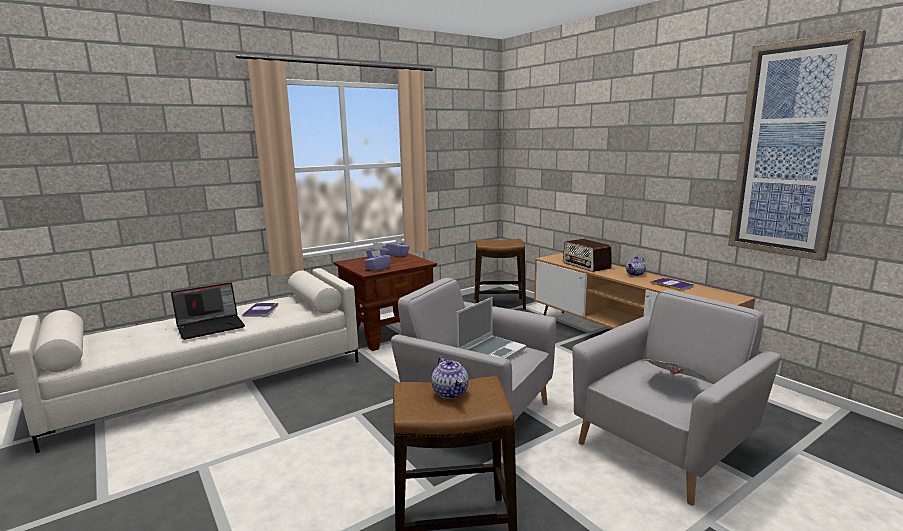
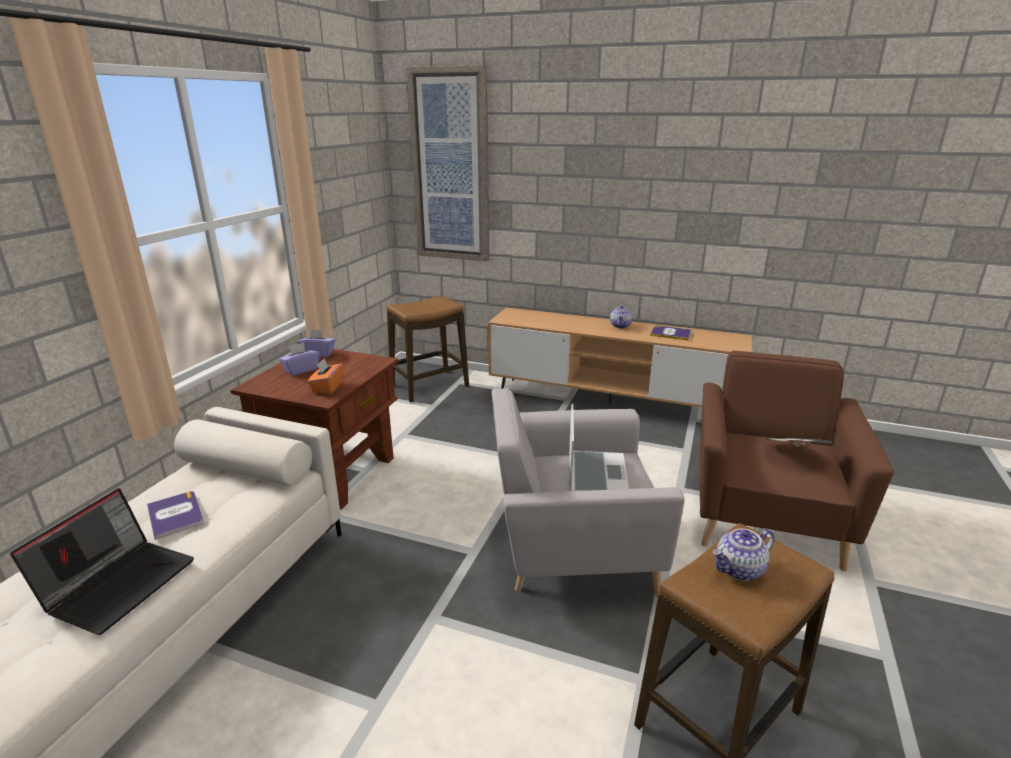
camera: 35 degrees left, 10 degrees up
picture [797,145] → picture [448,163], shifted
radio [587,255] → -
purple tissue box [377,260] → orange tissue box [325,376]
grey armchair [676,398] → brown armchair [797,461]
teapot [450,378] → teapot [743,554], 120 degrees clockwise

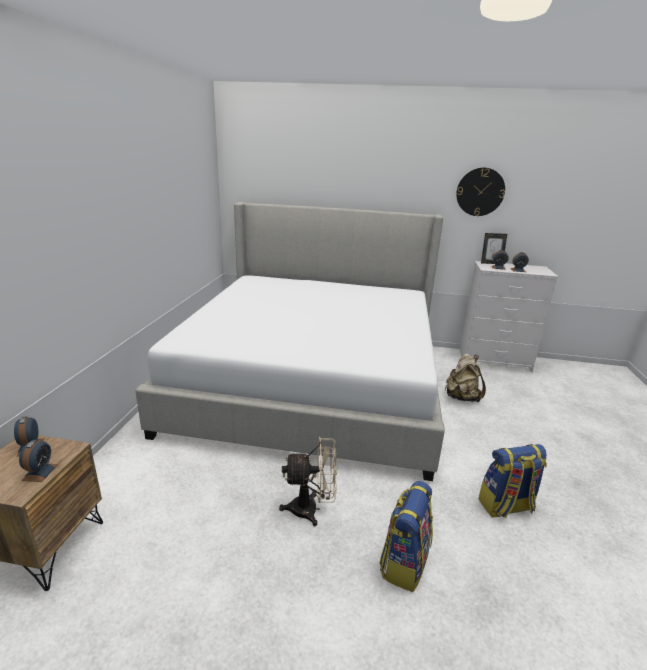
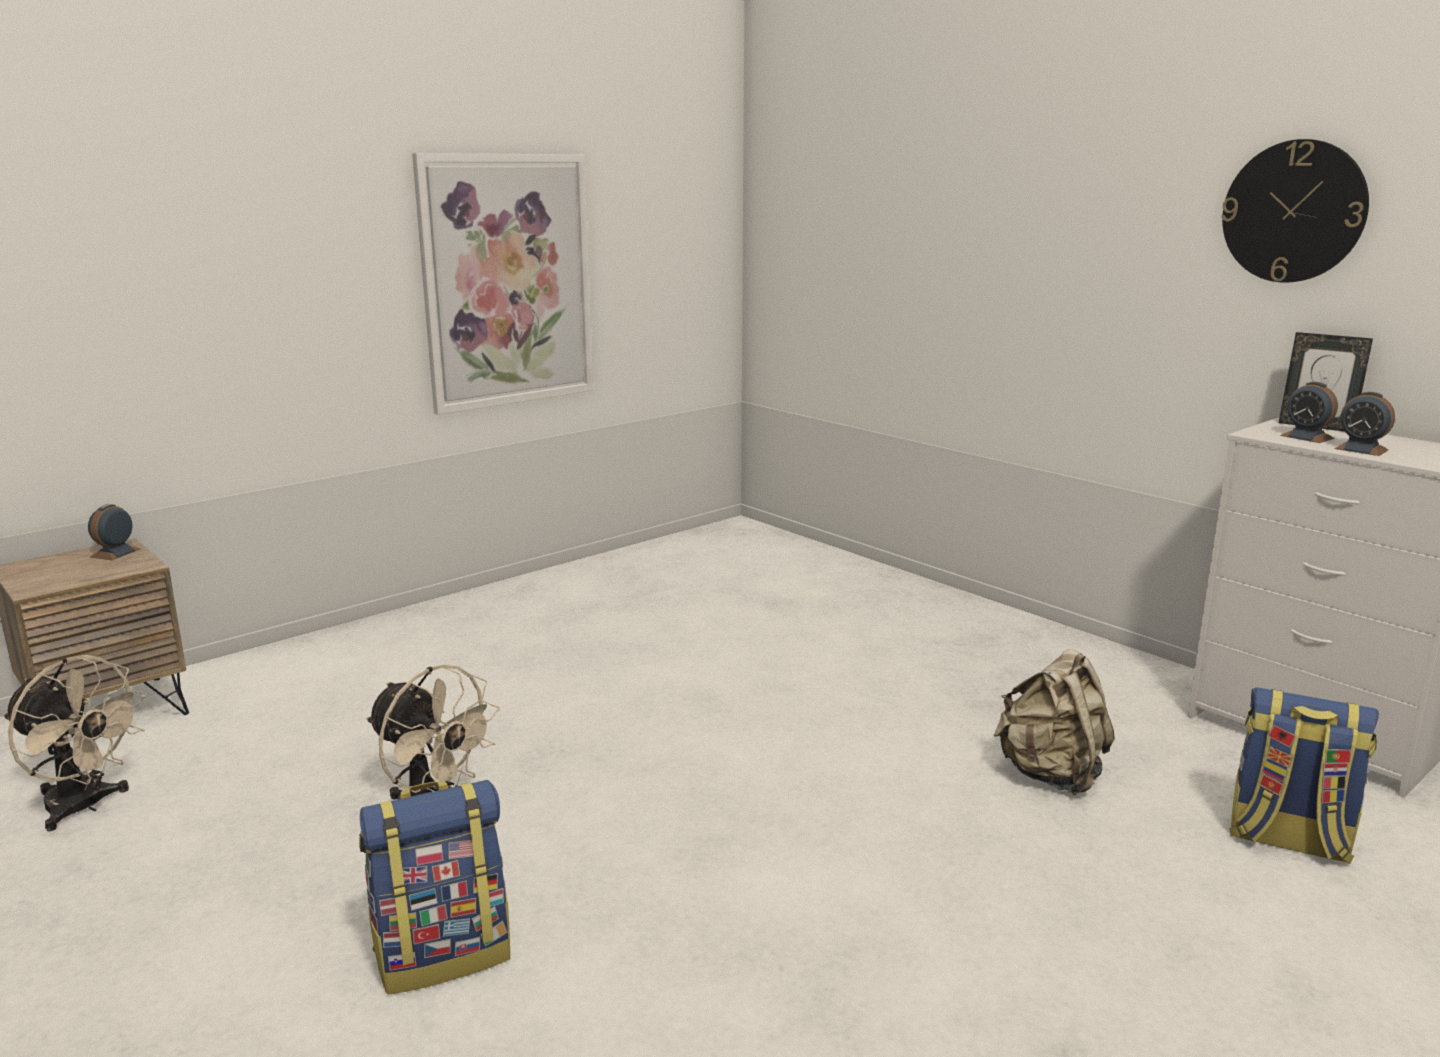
camera: 40 degrees right, 5 degrees down
bed [290,341] → -
alarm clock [38,461] → -
backpack [512,481] → backpack [1304,775], shifted
- → picture [502,284]
- → beige fan [75,743]

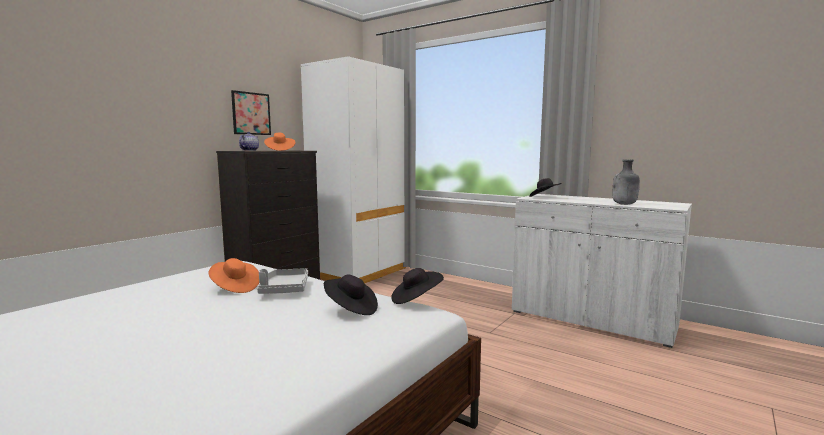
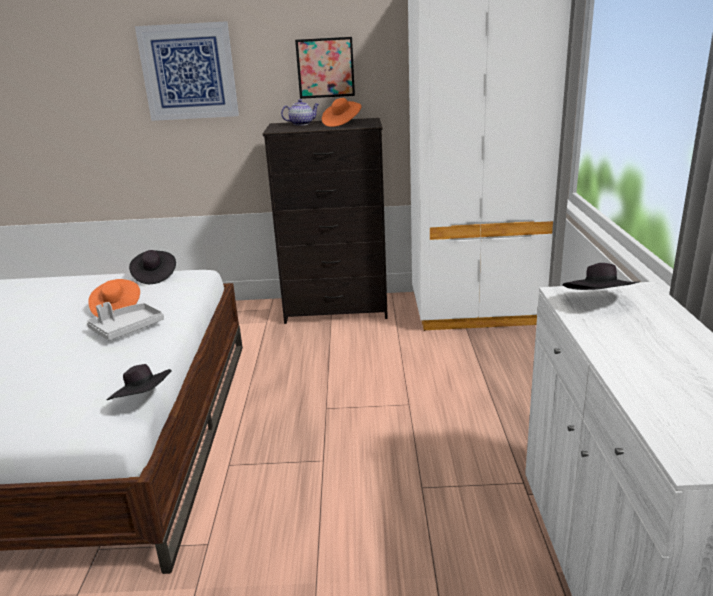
camera: 55 degrees right, 15 degrees up
grey bottle [626,182] → -
black hat [351,294] → black hat [152,267], shifted
- → picture [187,71]

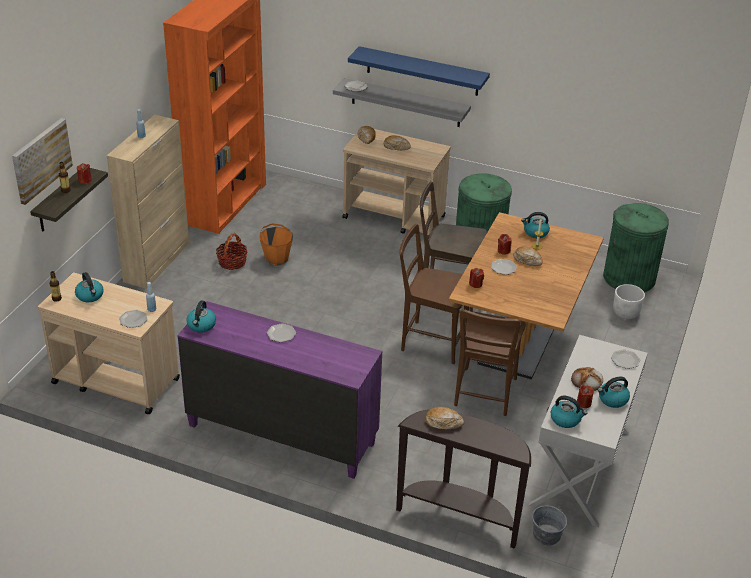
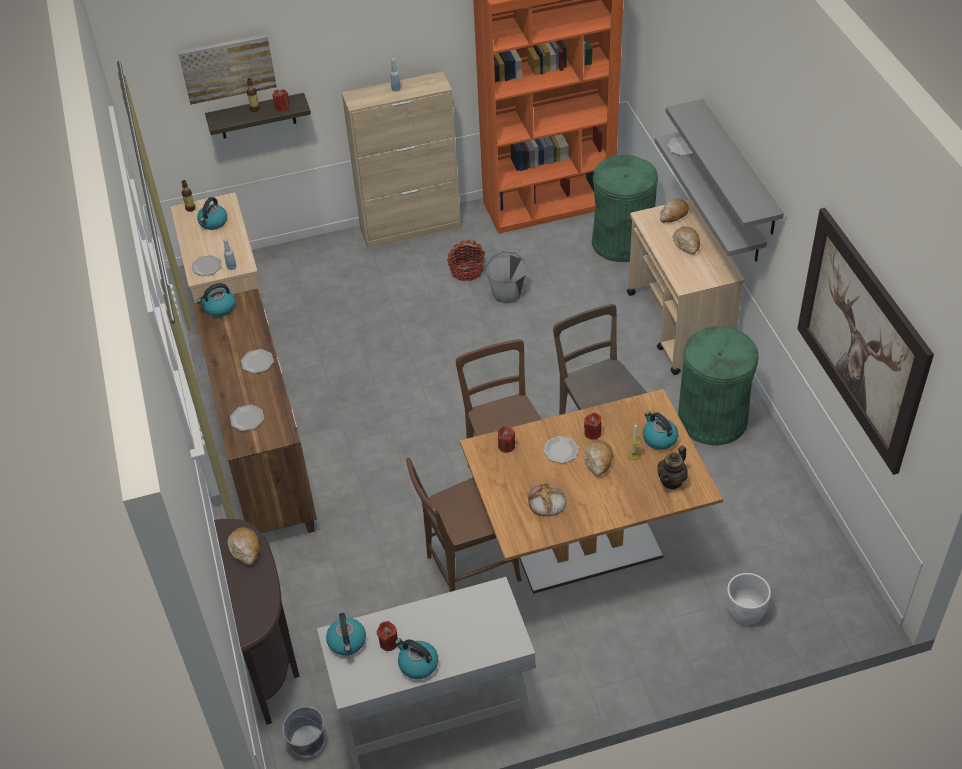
camera: 55 degrees right, 10 degrees up
blue shelf [419,71] → grey shelf [725,167]
green trash can [636,247] → green trash can [625,208], shifted
orange bucket [276,244] → grey bucket [506,277]
purple dresser [279,390] → brown dresser [255,411]
plate [625,359] → plate [247,418], shifted
bread [587,379] → bread [547,499], shifted
- → picture [865,341]
- → teapot [672,468]

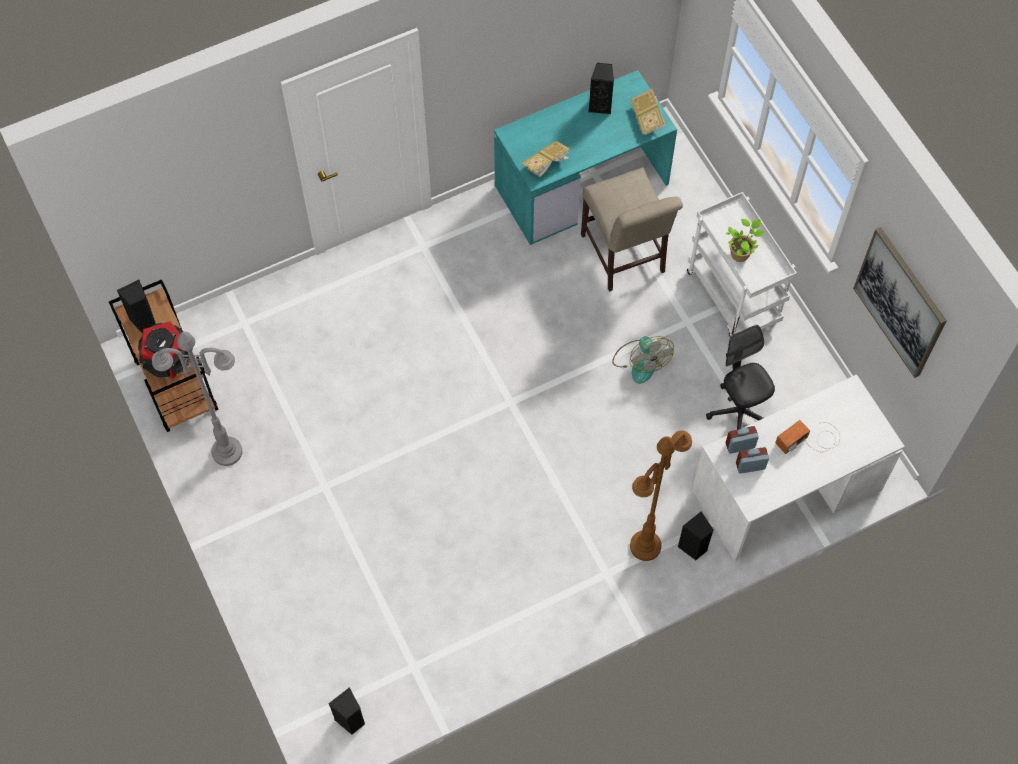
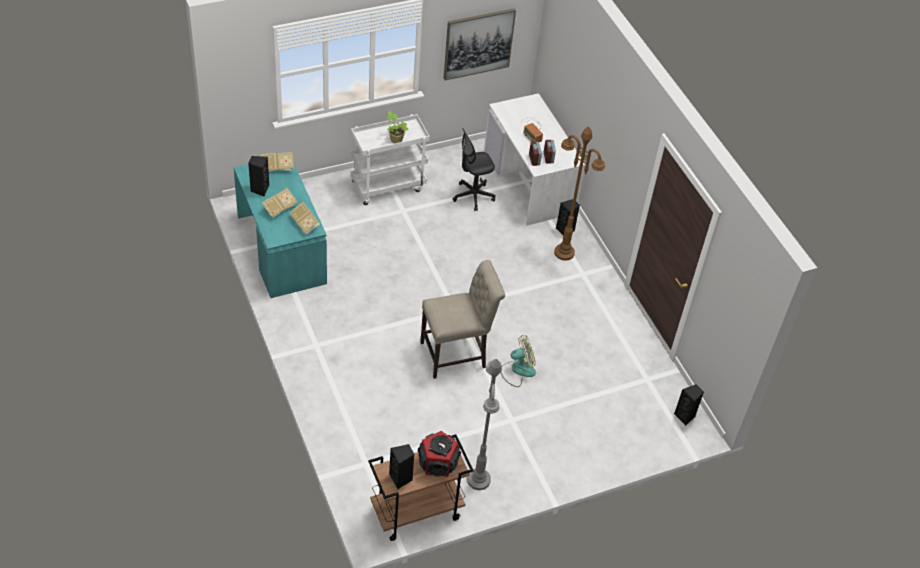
camera: 90 degrees left, 15 degrees down
beige chair [632,229] → beige chair [462,319], shifted
fan [643,360] → fan [518,361], shifted
- → book [279,203]

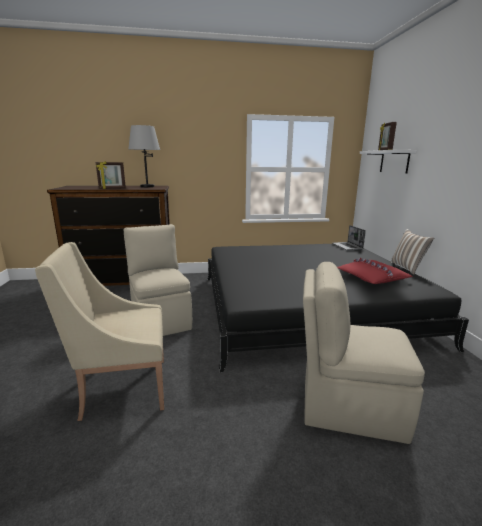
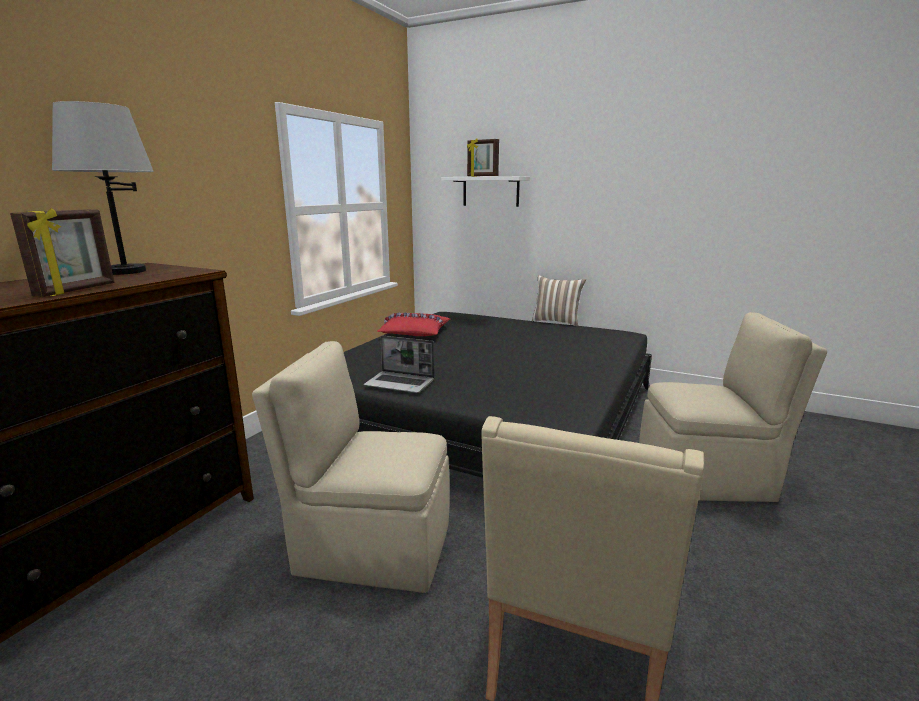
camera: 55 degrees left, 0 degrees up
laptop [349,237] → laptop [399,364], shifted
red pillow [375,271] → red pillow [413,324], shifted
beige chair [364,353] → beige chair [733,407], 135 degrees counterclockwise

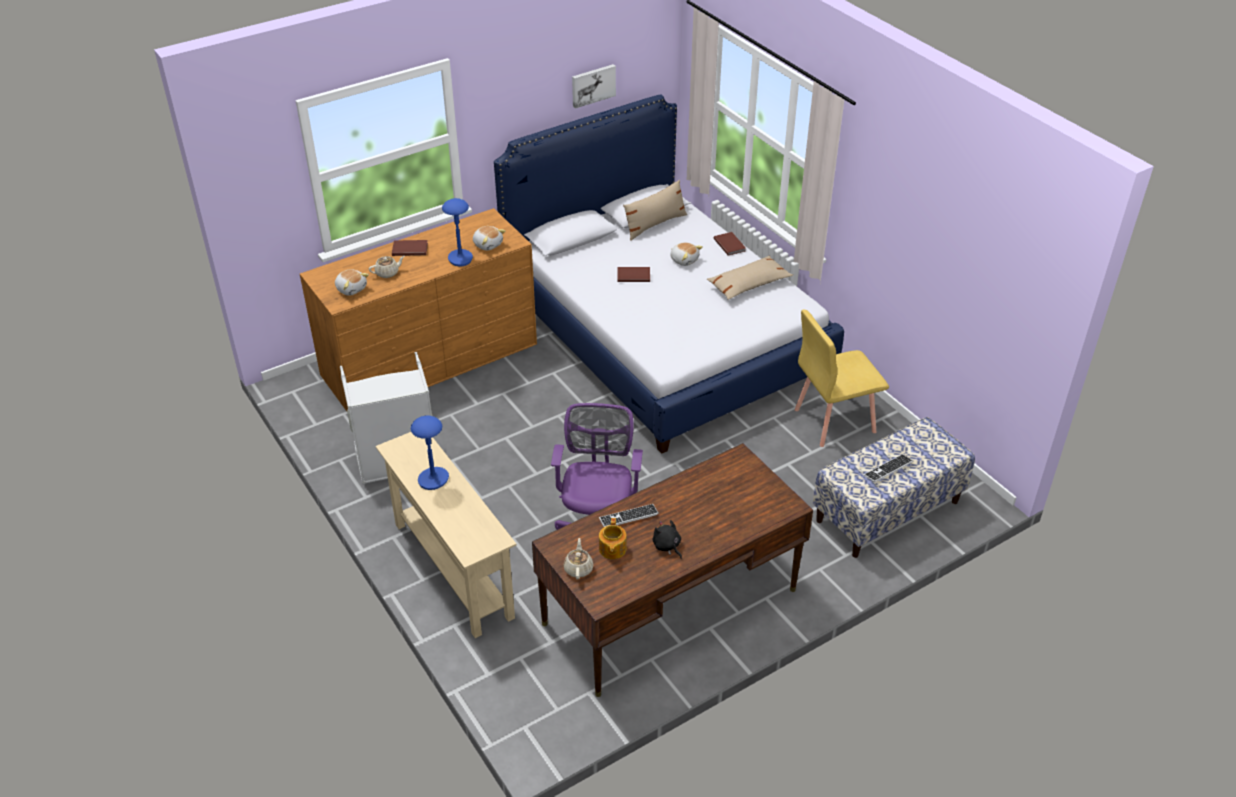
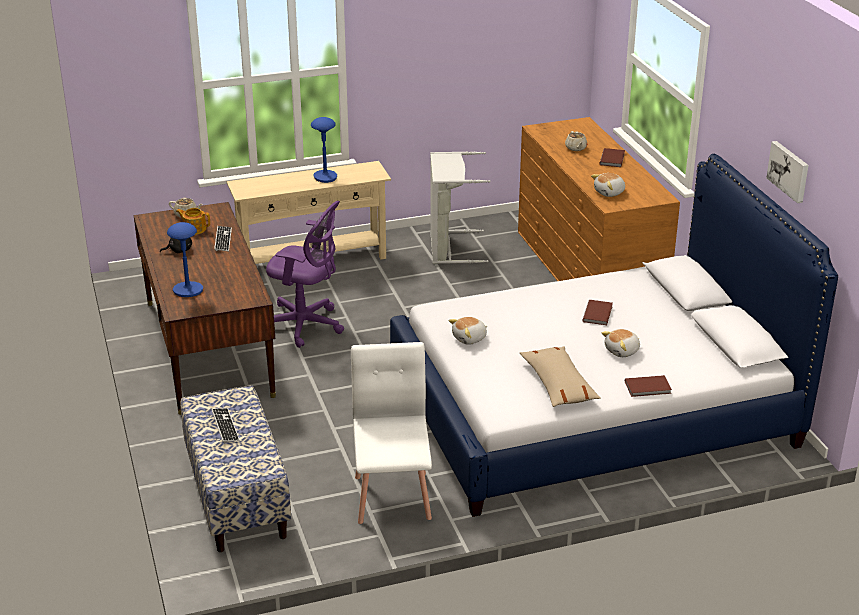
camera: 105 degrees right, 10 degrees down
beige pillow [655,210] → -
blue table lamp [457,232] → blue table lamp [185,259], shifted
plush toy [352,282] → plush toy [468,331], shifted
yellow chair [842,378] → white chair [391,433]

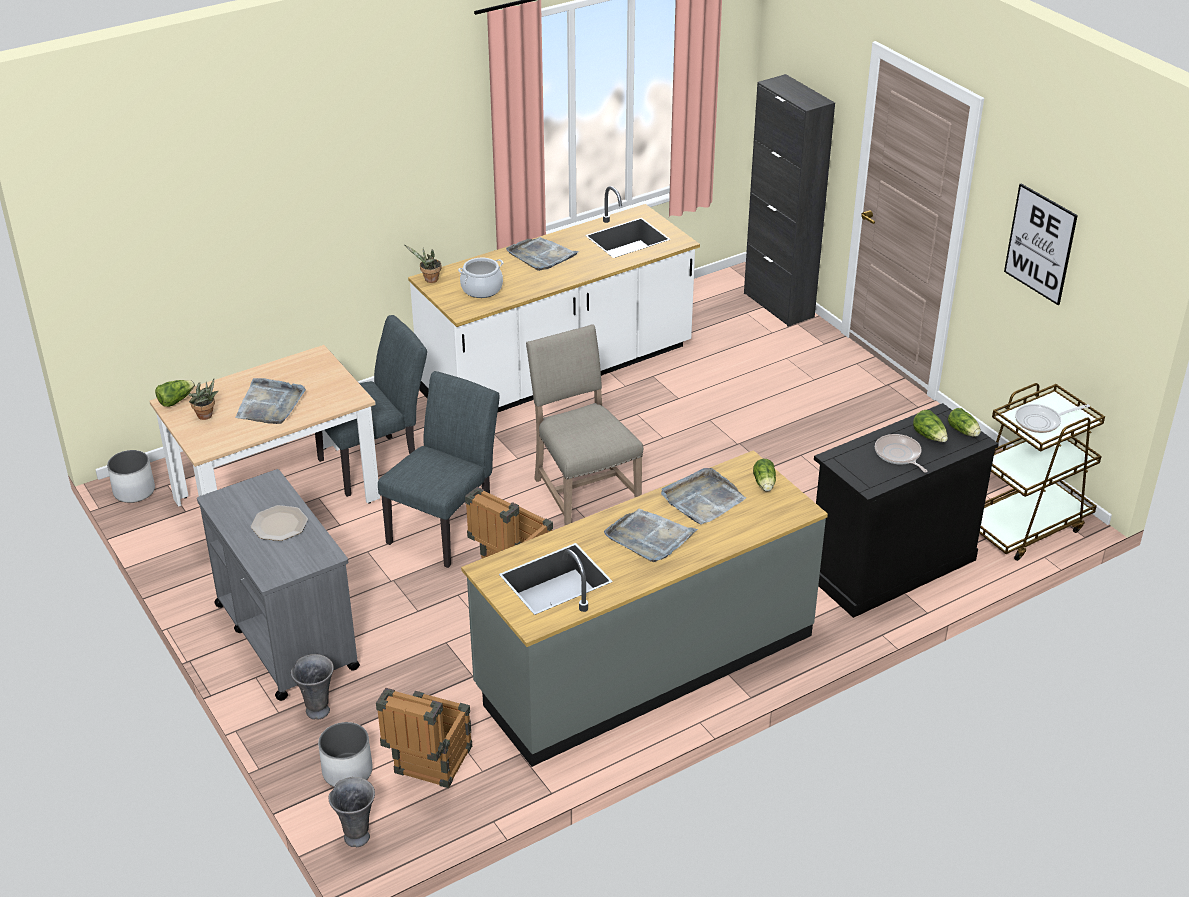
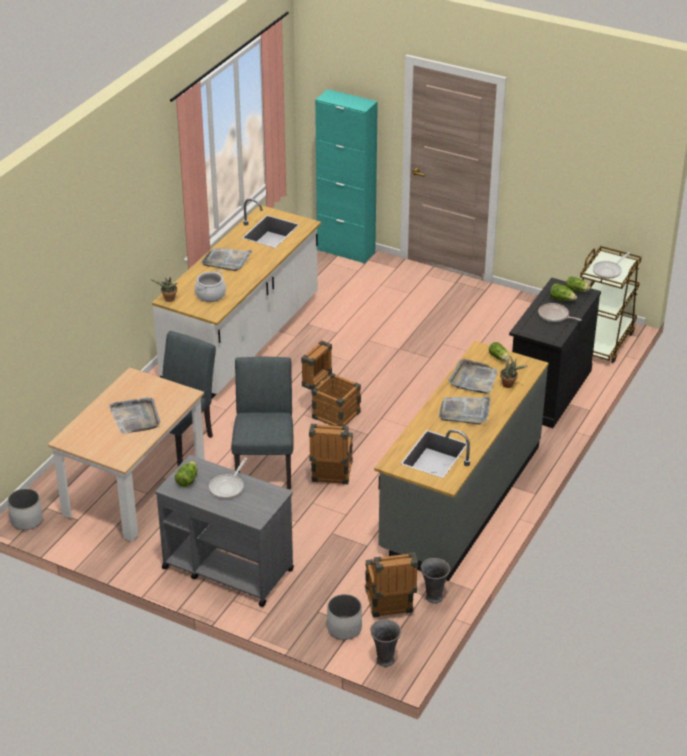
camera: 30 degrees left, 0 degrees up
black cabinet [789,200] → turquoise cabinet [346,176]
picture [1041,244] → -
beige chair [584,425] → crate [331,383]
potted plant [203,399] → potted plant [513,372], shifted
lettuce [175,393] → lettuce [186,474], shifted
plate [279,523] → frying pan [228,478]
grey vase [312,687] → grey vase [435,581], shifted

